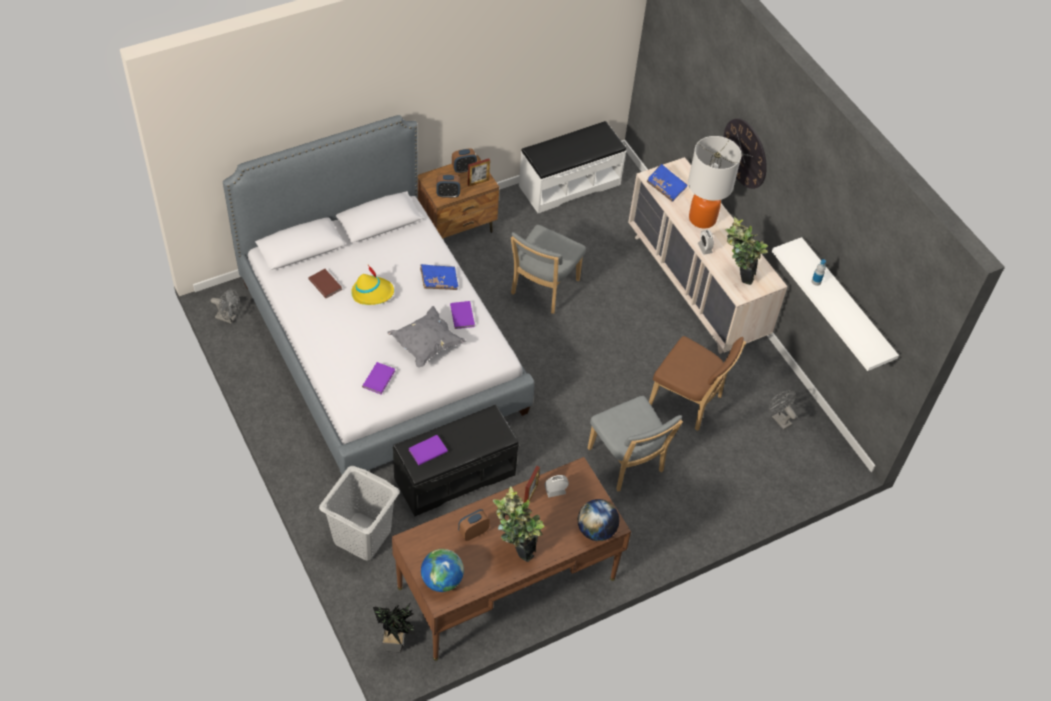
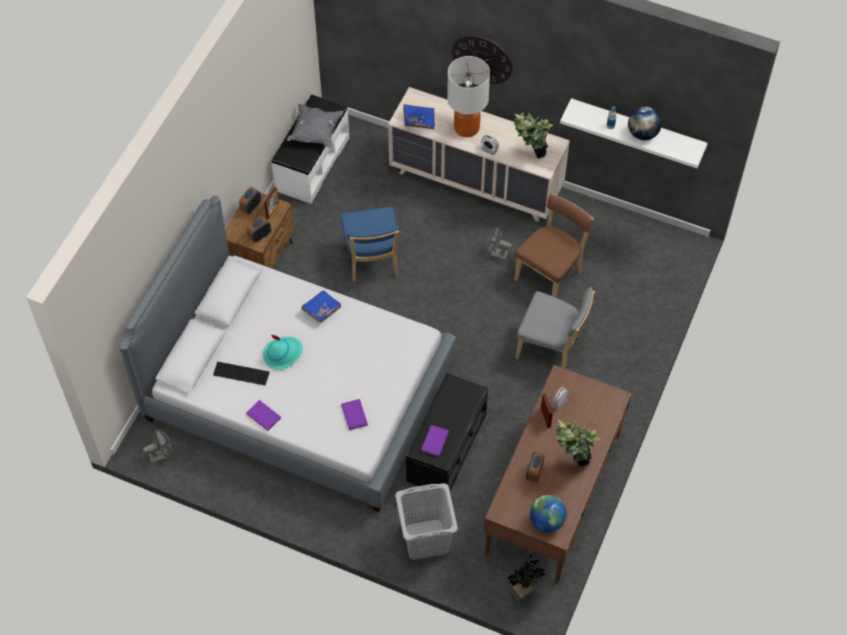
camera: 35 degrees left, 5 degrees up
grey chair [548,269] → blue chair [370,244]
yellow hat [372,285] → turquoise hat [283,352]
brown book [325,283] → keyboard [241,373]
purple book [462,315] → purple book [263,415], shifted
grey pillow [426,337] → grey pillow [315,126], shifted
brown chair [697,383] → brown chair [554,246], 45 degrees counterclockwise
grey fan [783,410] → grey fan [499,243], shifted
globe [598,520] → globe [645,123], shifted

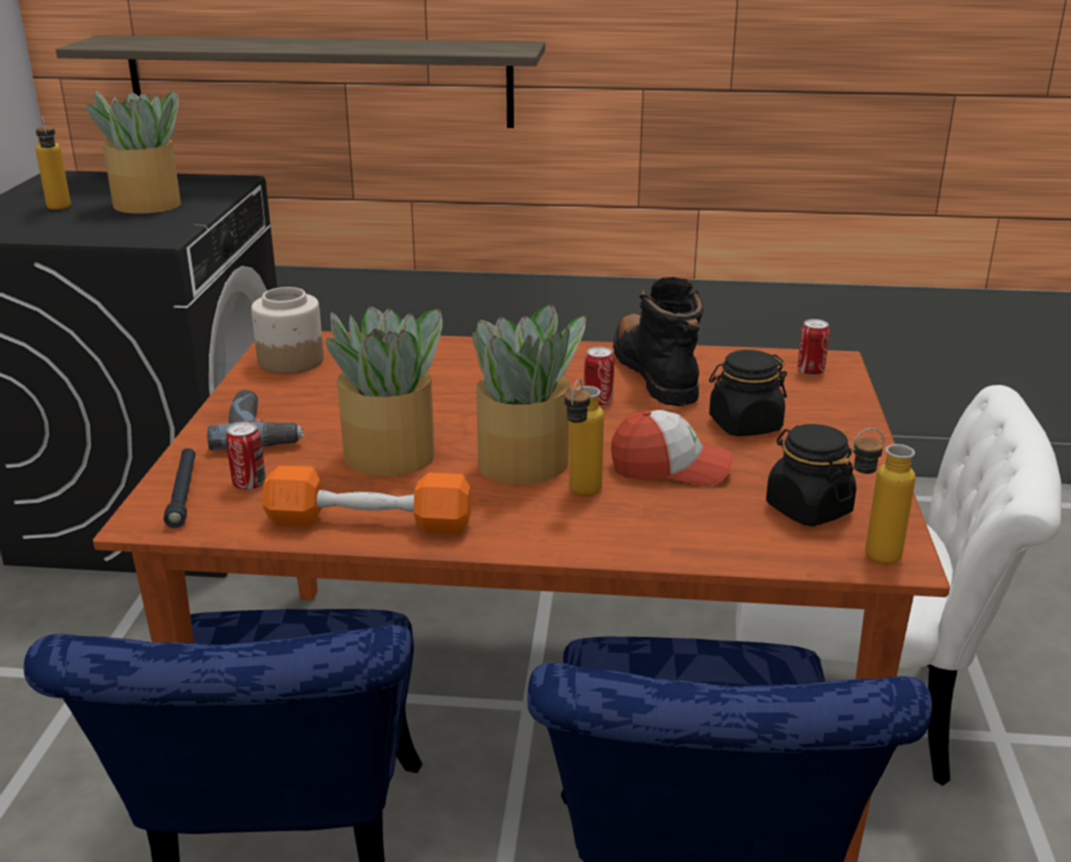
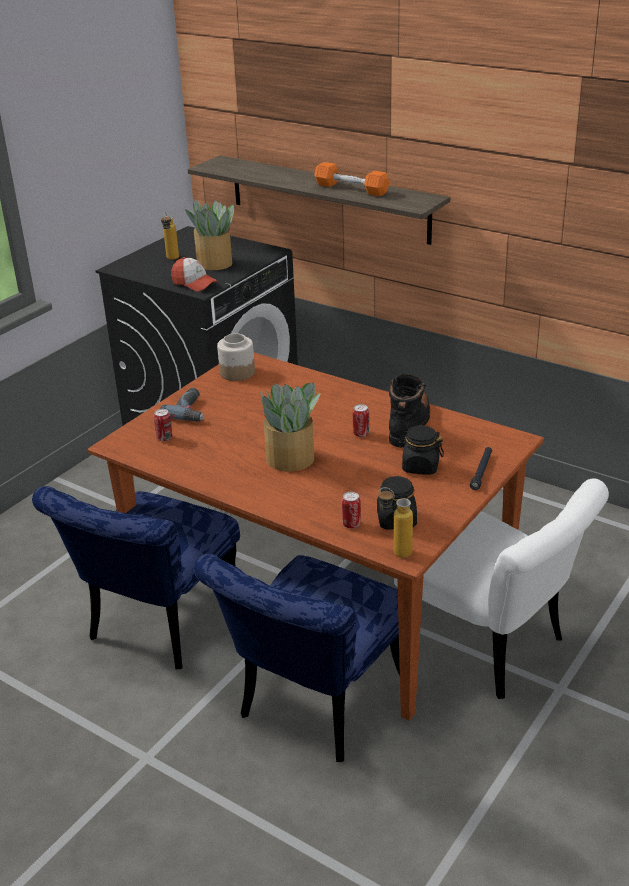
camera: 30 degrees right, 5 degrees up
potted plant [384,391] → -
can [814,347] → can [351,510], shifted
bottle [584,437] → -
cap [672,448] → cap [194,274], shifted
black flashlight [179,488] → black flashlight [481,468], shifted
orange dumbbell [367,500] → orange dumbbell [351,179], shifted

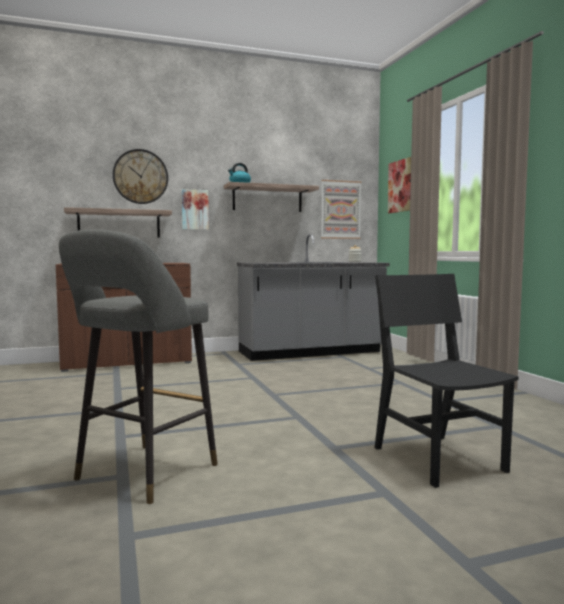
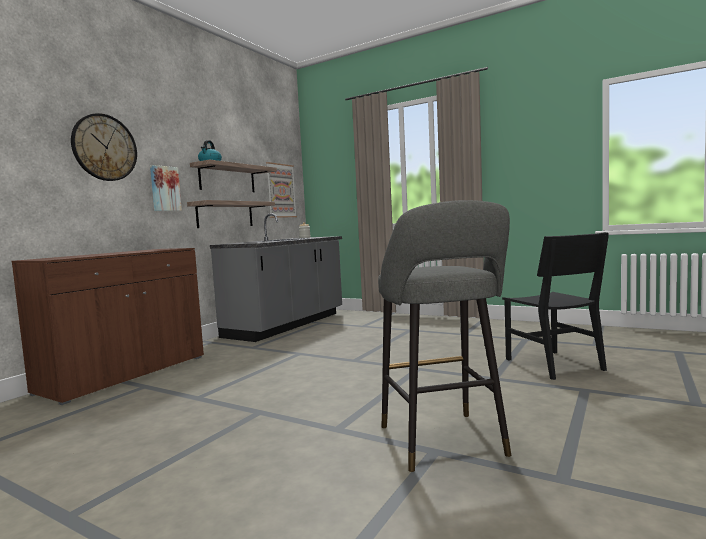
camera: 40 degrees left, 0 degrees up
picture [399,185] → -
shelf [118,222] → shelf [231,214], shifted
black chair [447,381] → black chair [555,306], 135 degrees counterclockwise

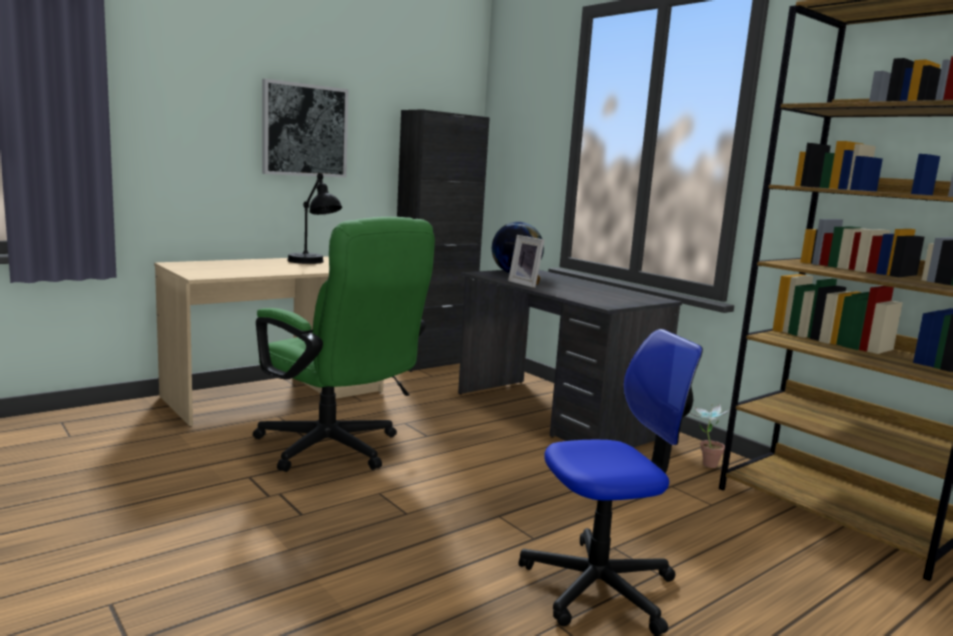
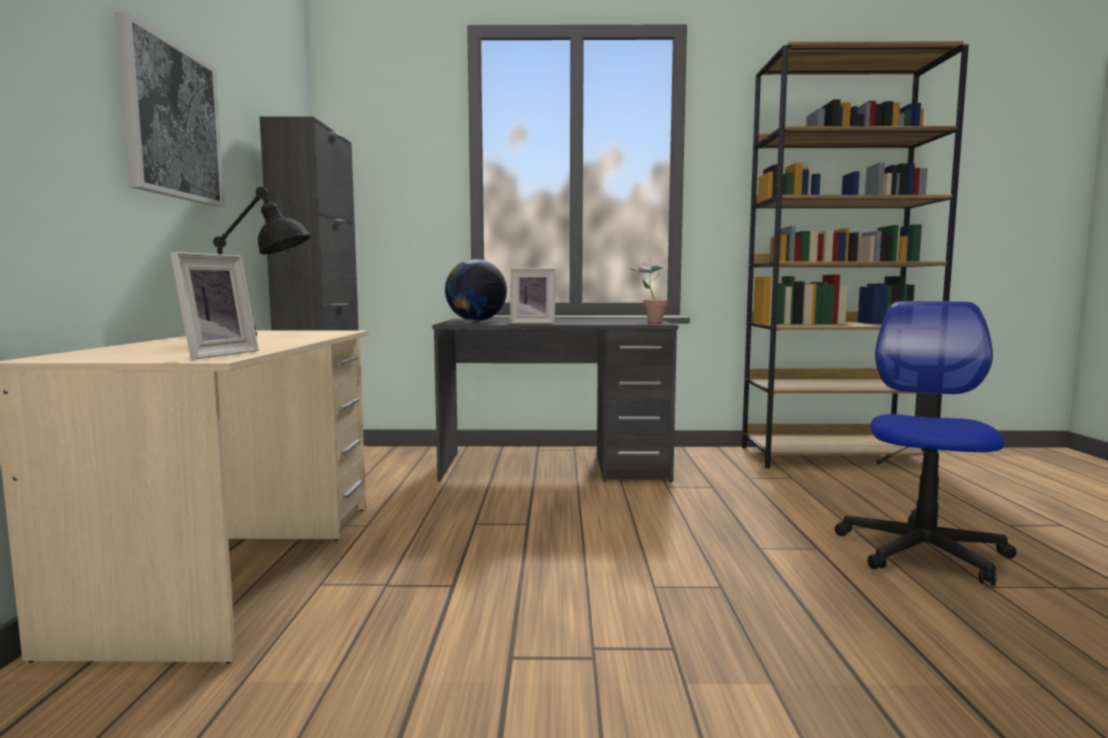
camera: 50 degrees left, 5 degrees down
green office chair [344,344] → -
potted plant [710,436] → potted plant [648,290], shifted
- → picture frame [215,306]

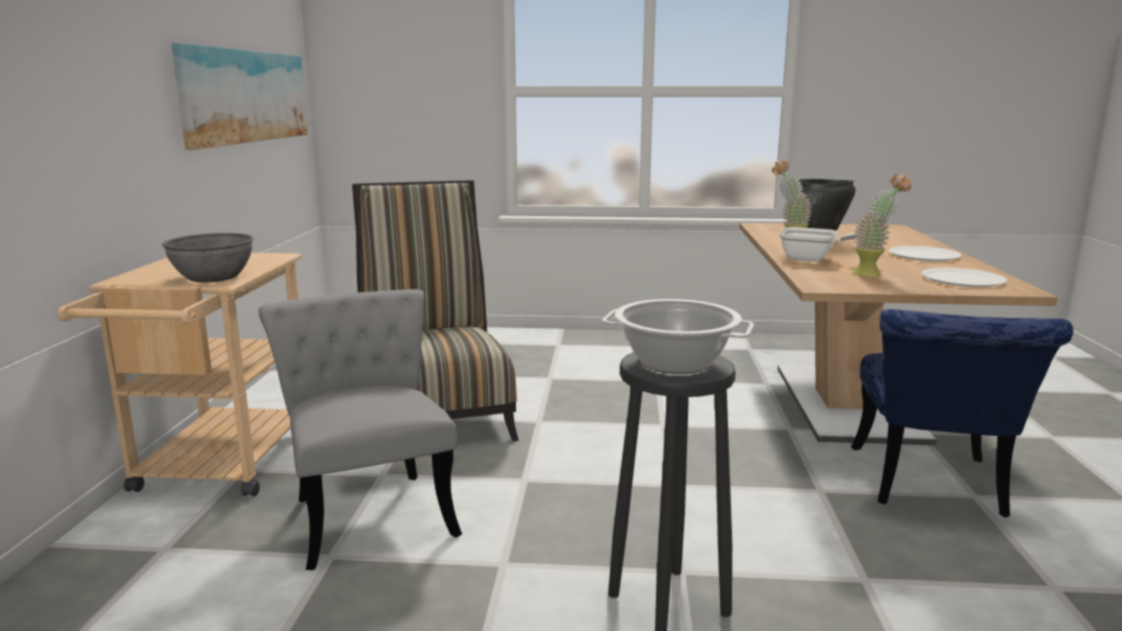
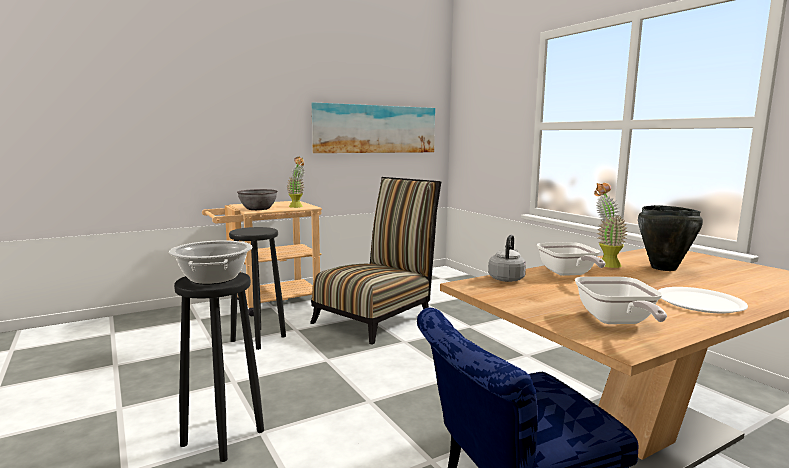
camera: 55 degrees right, 5 degrees down
potted plant [881,225] → potted plant [296,182], shifted
white plate [964,277] → frying pan [621,300]
grey chair [360,429] → black stool [257,288]
- → grey kettle [507,258]

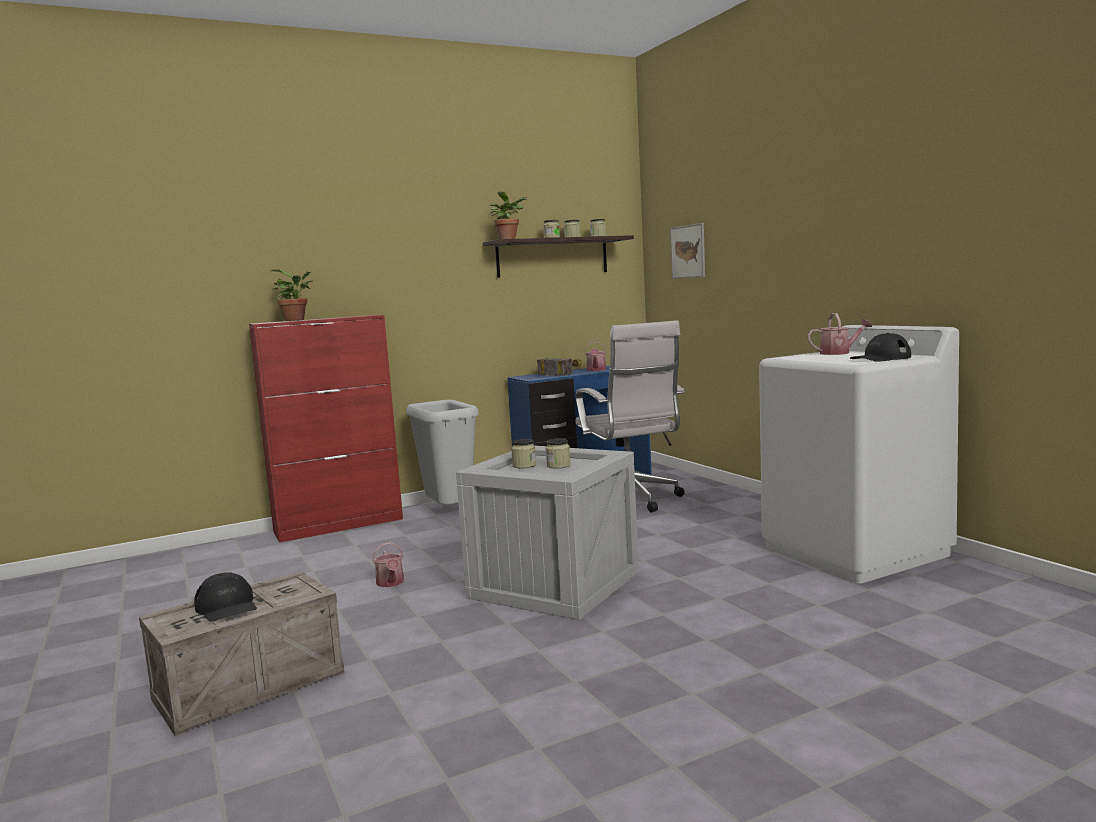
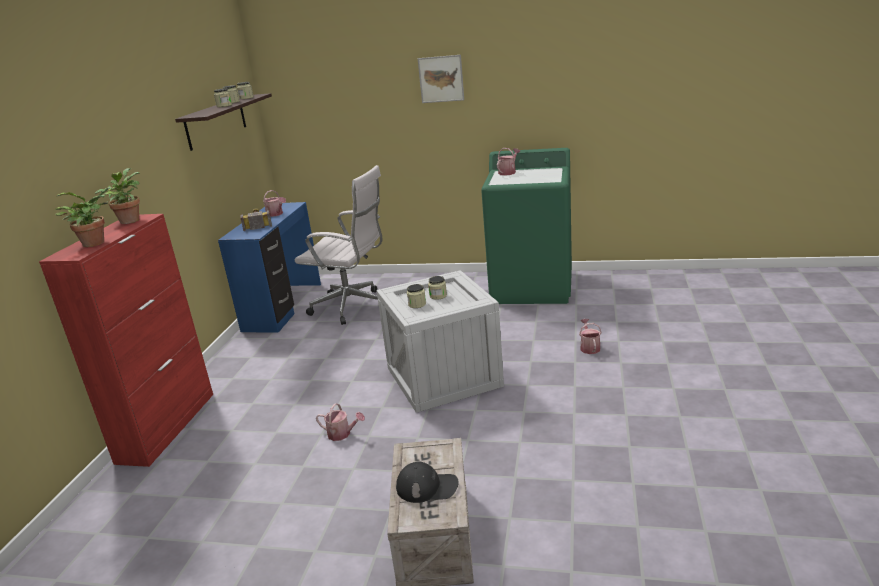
camera: 50 degrees left, 15 degrees up
potted plant [508,215] → potted plant [117,196], shifted
picture [687,251] → picture [441,79], shifted
white washing machine [859,454] → green washing machine [526,226]
black cap [880,347] → -
grey trash can [442,452] → -
- → watering can [590,336]

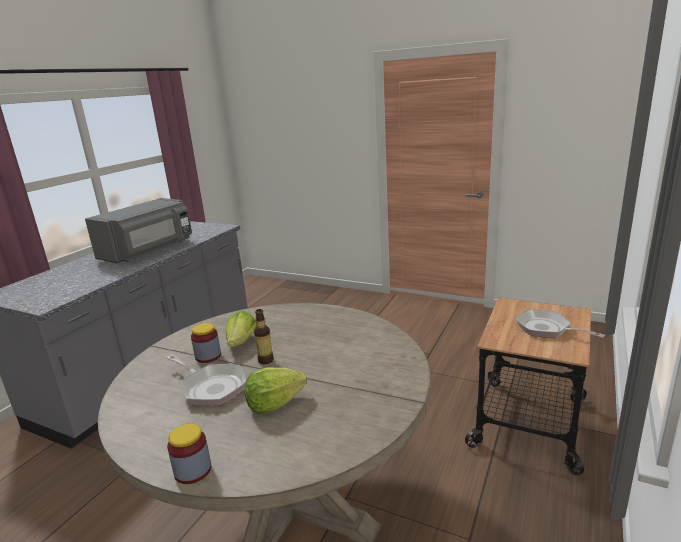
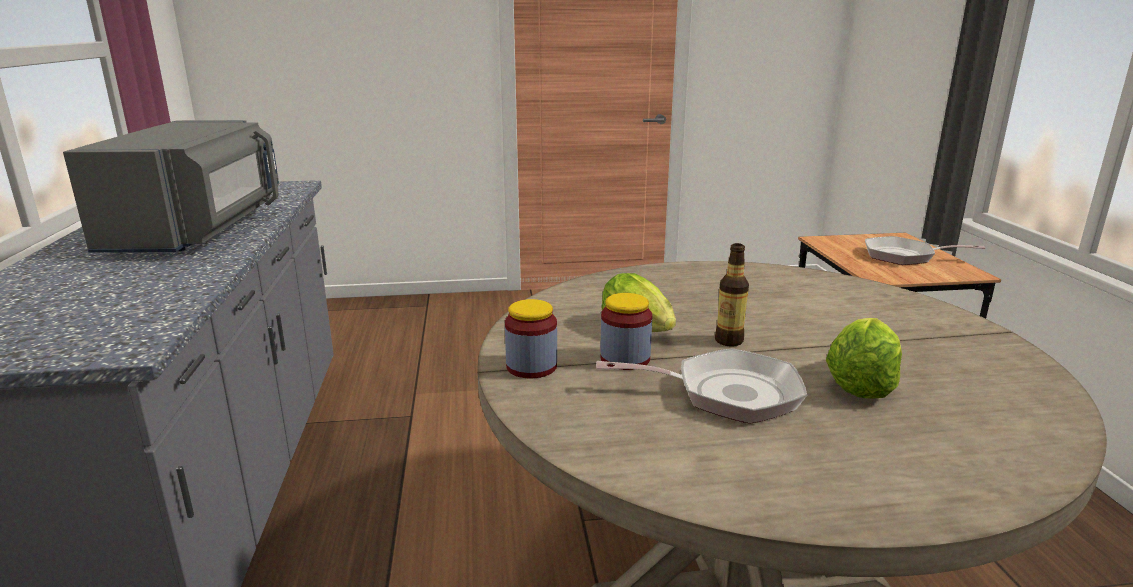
camera: 35 degrees left, 0 degrees up
jar [189,454] → jar [531,339], shifted

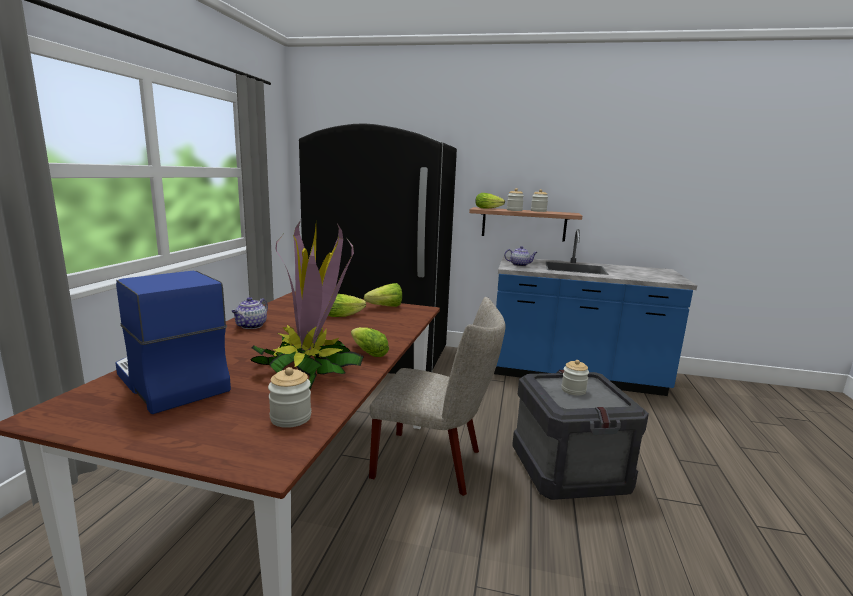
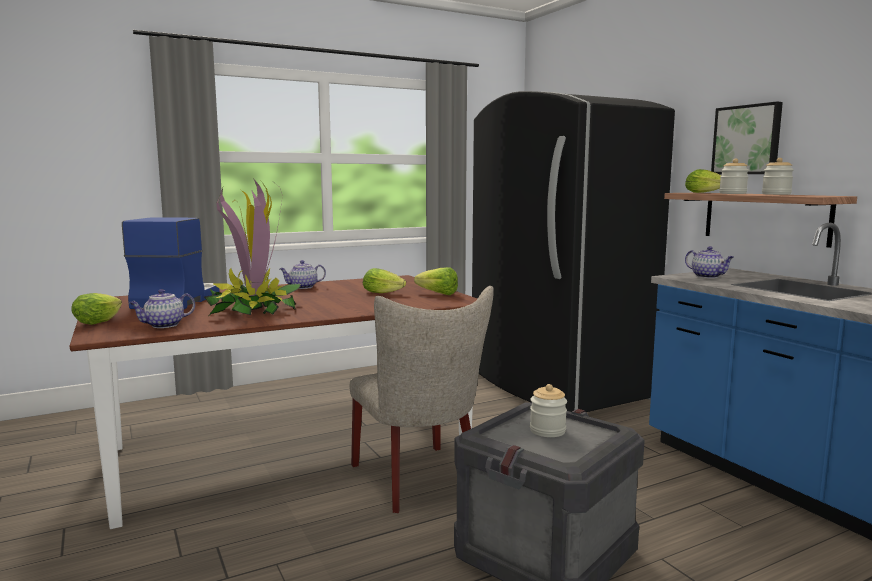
camera: 50 degrees right, 5 degrees down
lettuce [370,342] → lettuce [97,309], shifted
jar [289,397] → teapot [162,308]
- → picture [747,138]

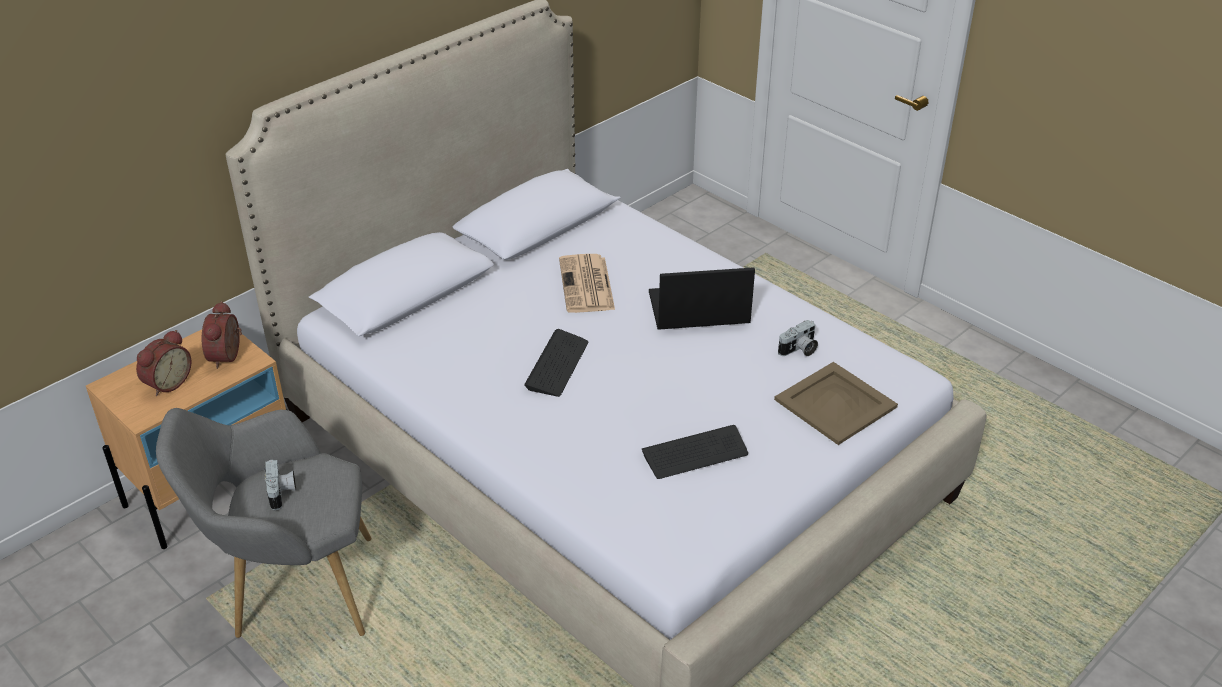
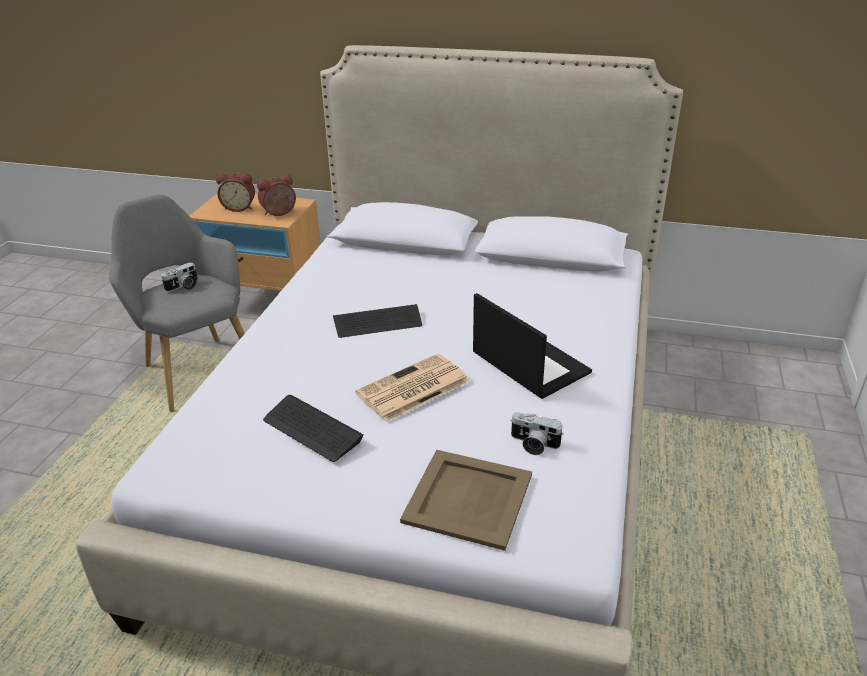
camera: 60 degrees right, 5 degrees down
newspaper [587,283] → newspaper [412,388], shifted

